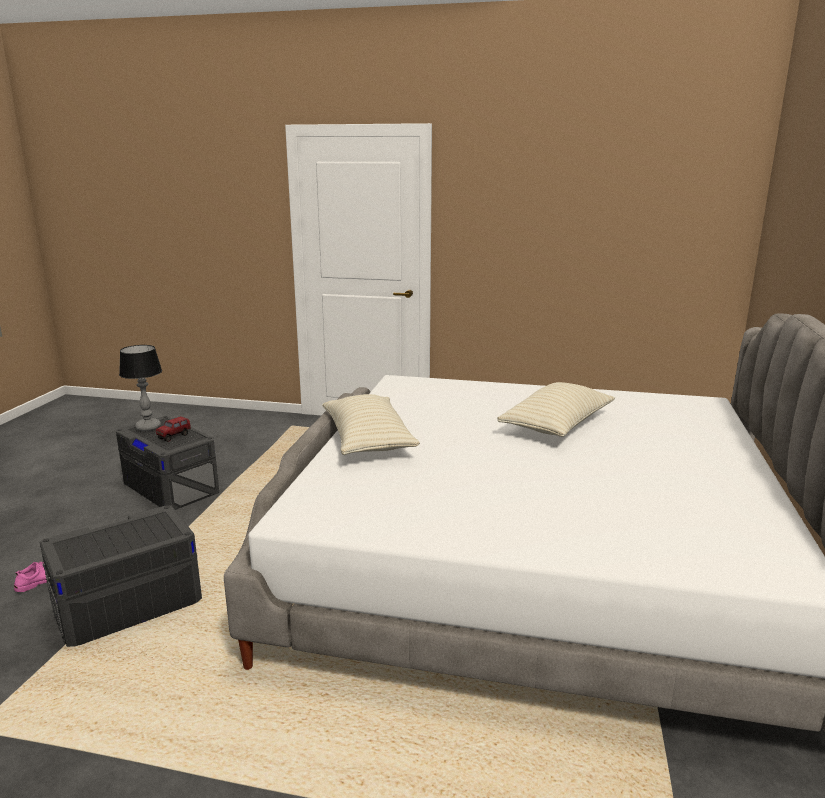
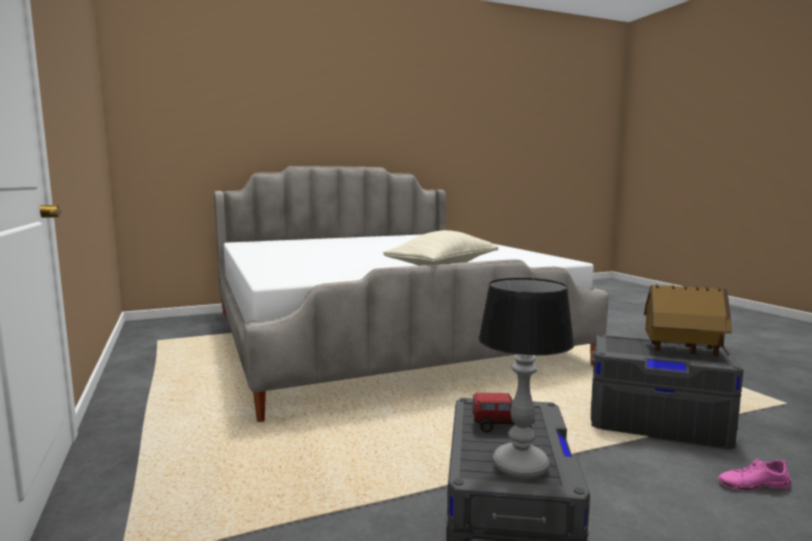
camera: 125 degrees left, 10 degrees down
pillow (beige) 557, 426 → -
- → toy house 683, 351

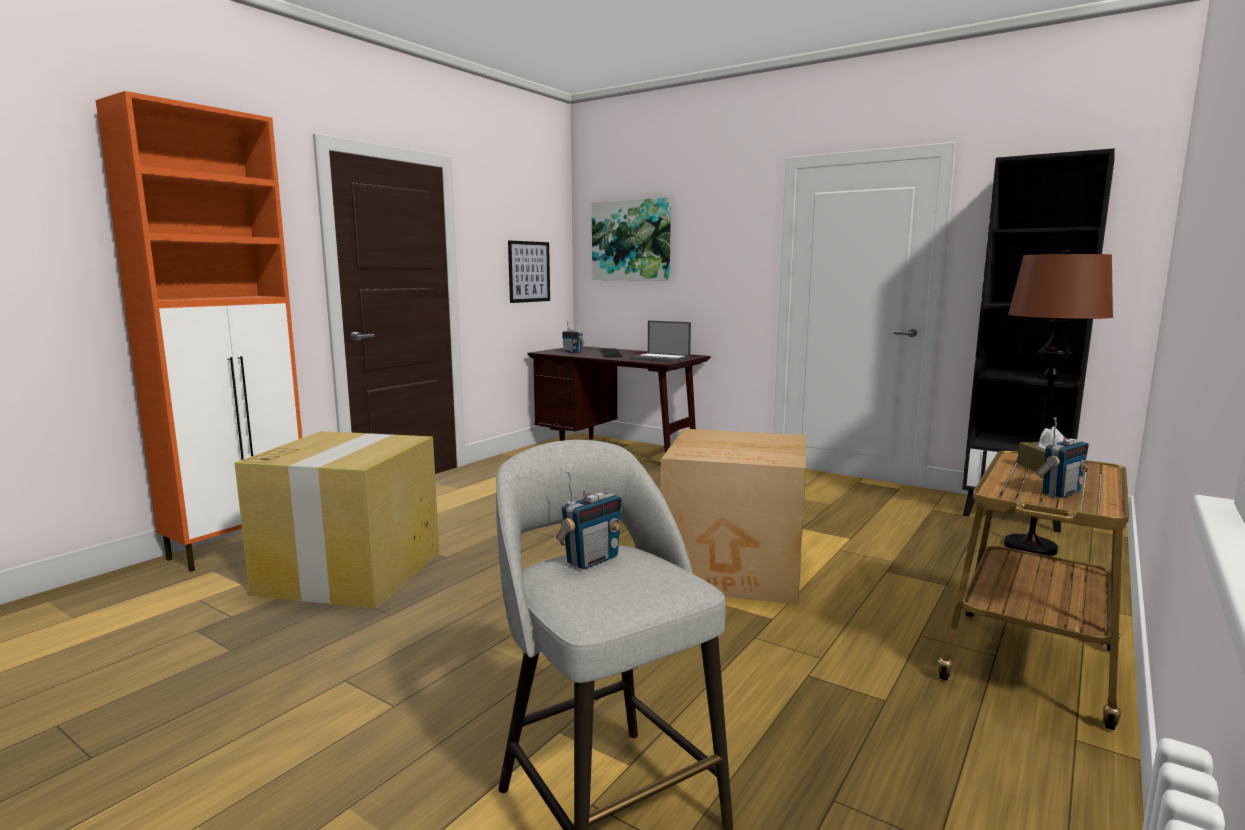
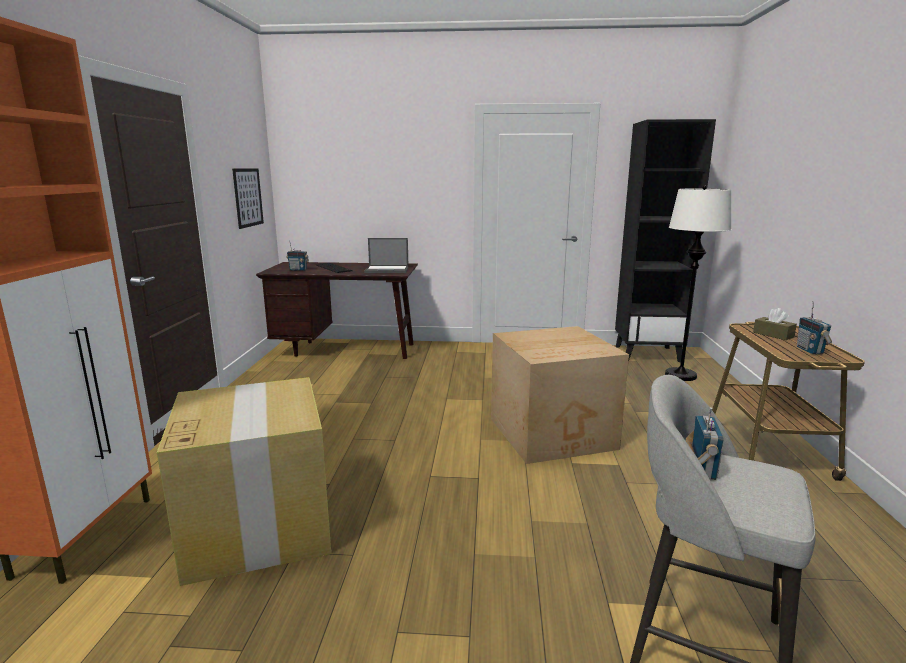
camera: 30 degrees left, 5 degrees up
picture 631, 240 → -
floor lamp (brown) 1030, 547 → floor lamp (white) 681, 375
radio 1059, 493 → radio 810, 350, 150 degrees clockwise

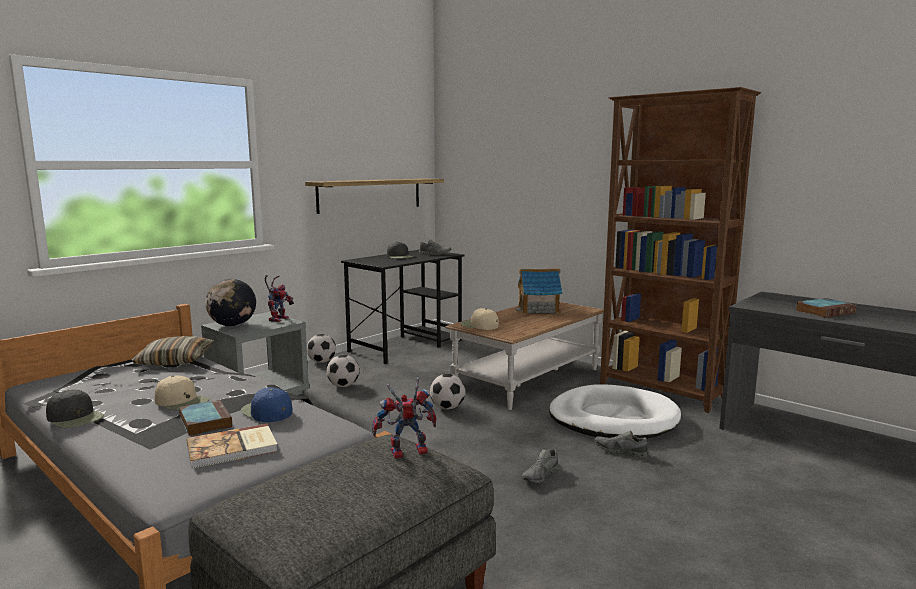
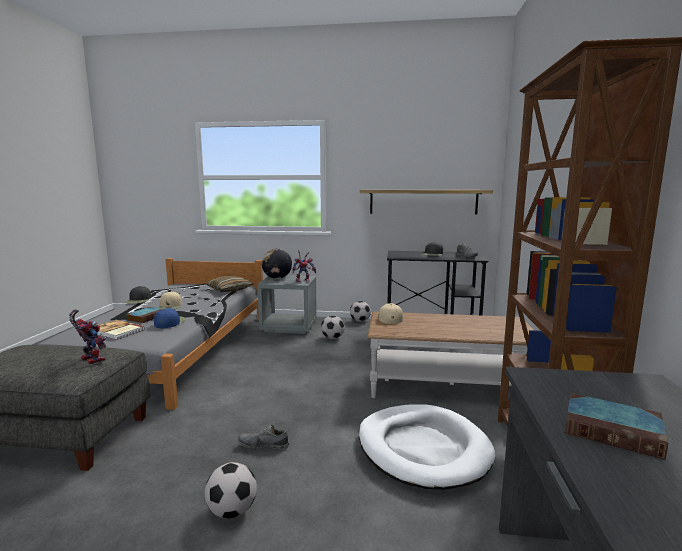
camera: 55 degrees right, 0 degrees up
toy house 538, 309 → -
shoe (grey) 620, 451 → -
football 447, 408 → football 232, 511, moved

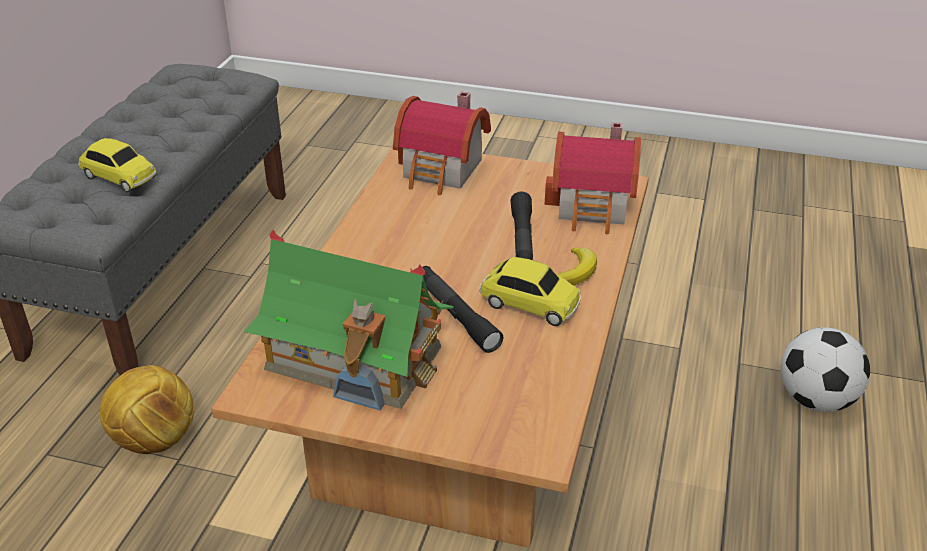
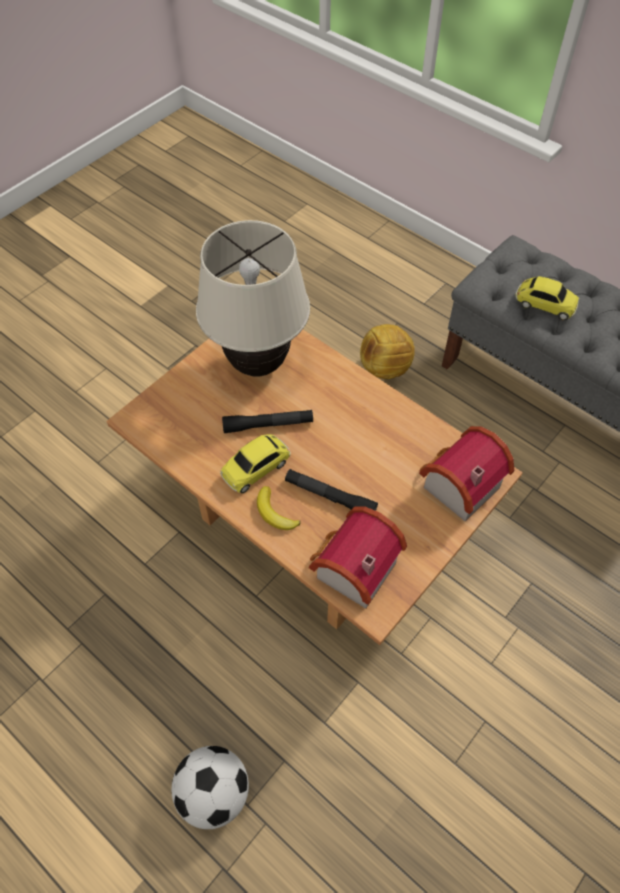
camera: 115 degrees right, 20 degrees up
toy house 355, 358 → table lamp (beige) 258, 364
toy car 119, 177 → toy car 544, 305, 120 degrees counterclockwise

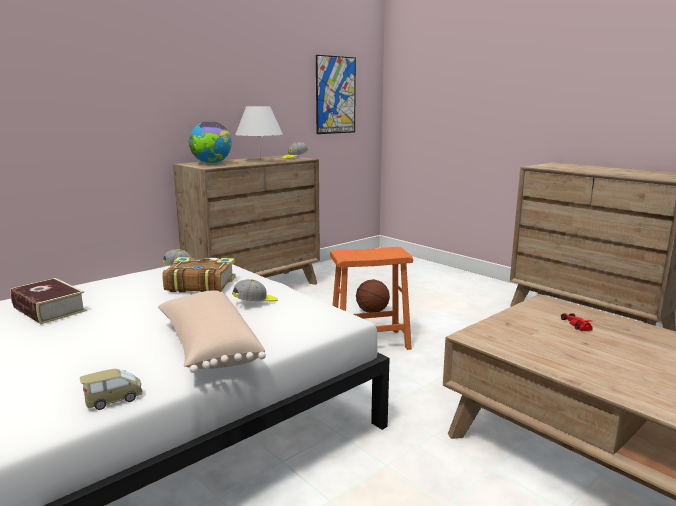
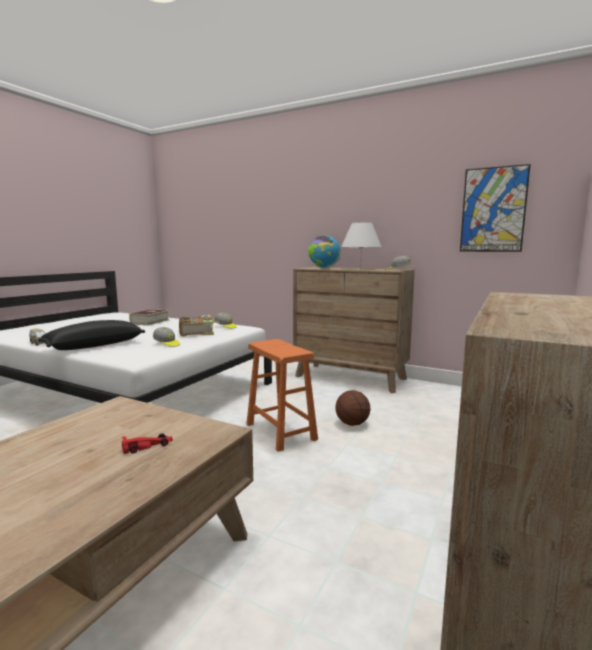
camera: 70 degrees right, 5 degrees down
pillow (beige) 208, 347 → pillow (black) 94, 346

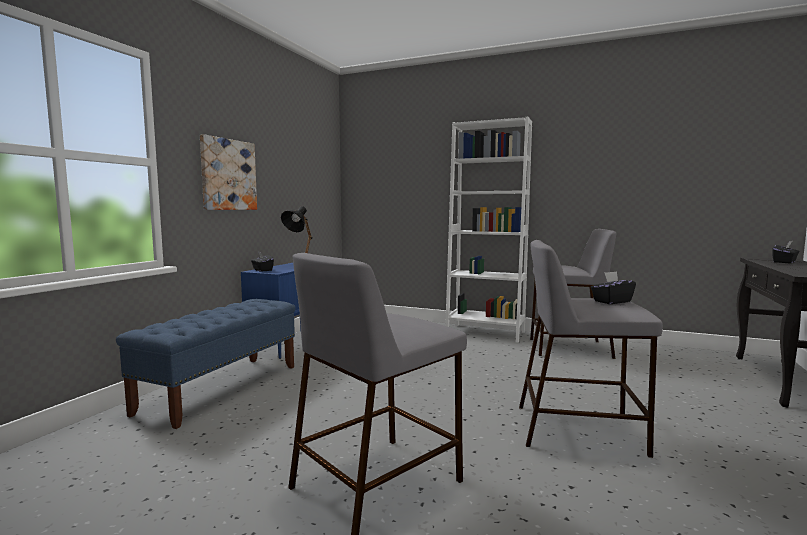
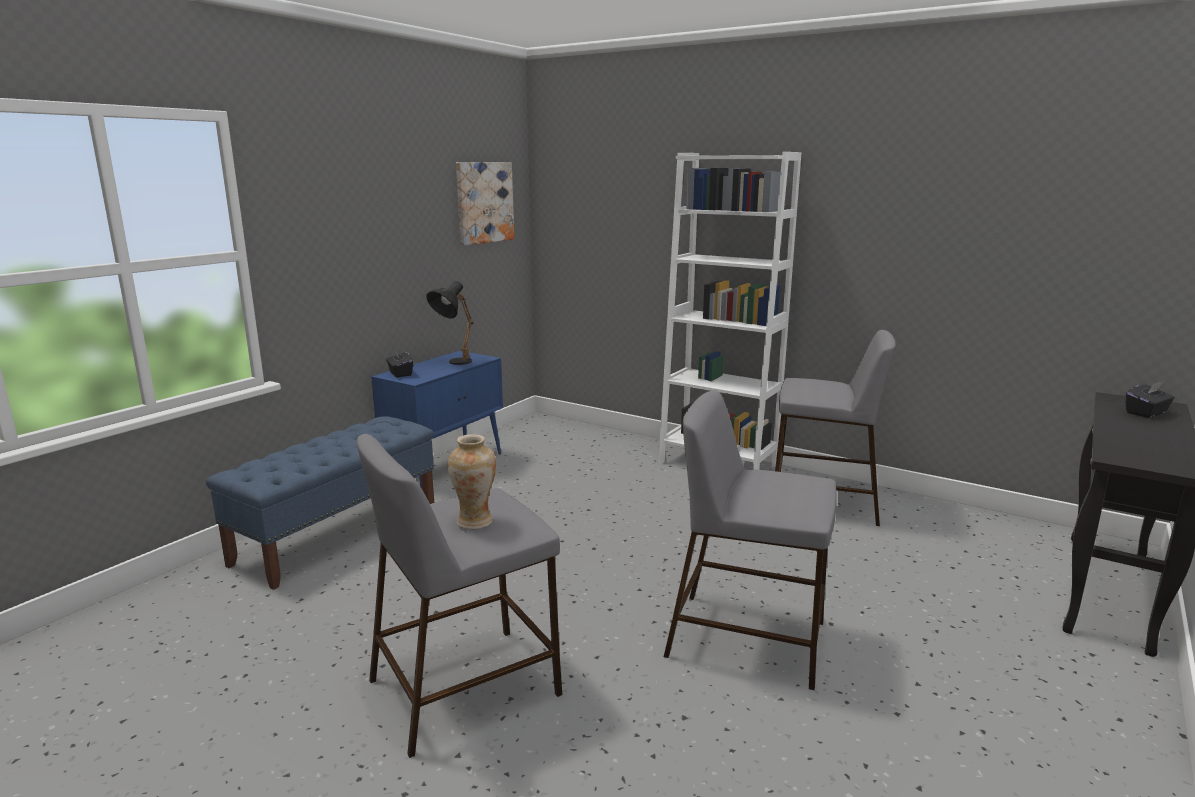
camera: 10 degrees right, 10 degrees up
tissue box (black) 611, 301 → -
- → vase 474, 521
picture 228, 175 → picture 484, 202, moved

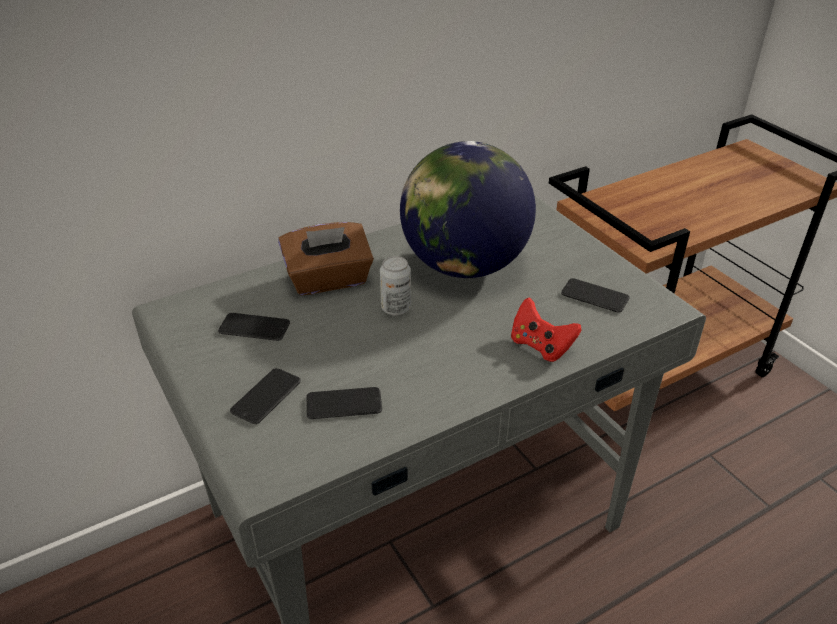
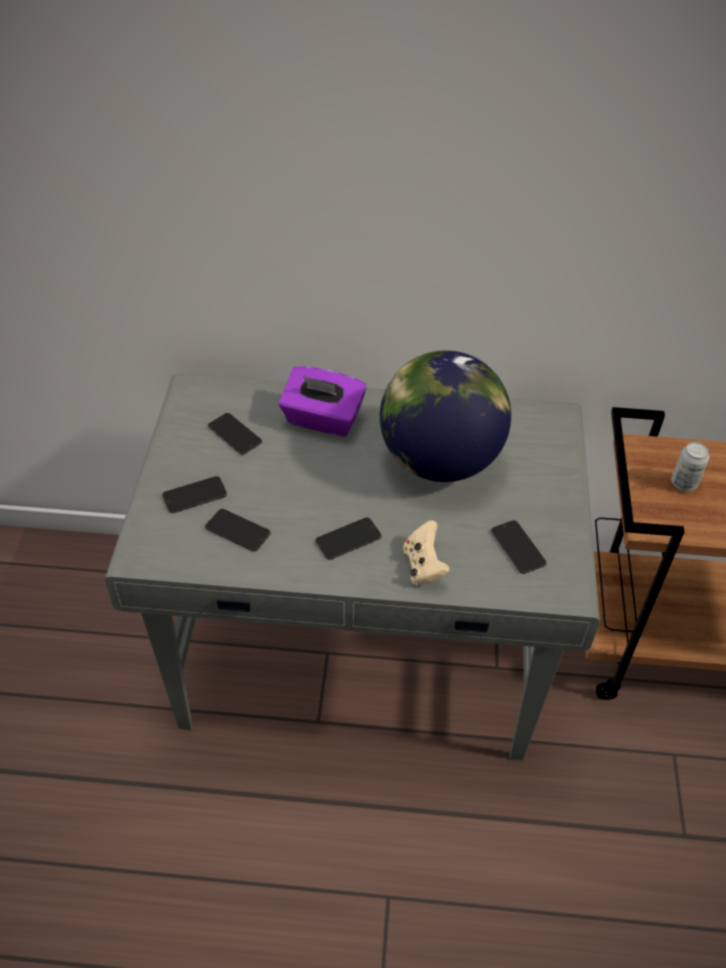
camera: 35 degrees right, 10 degrees up
- → phone 348, 539
can 396, 308 → can 684, 483, moved
tissue box (brown) 328, 280 → tissue box (purple) 322, 419
game controller (red) 540, 346 → game controller (beige) 423, 566

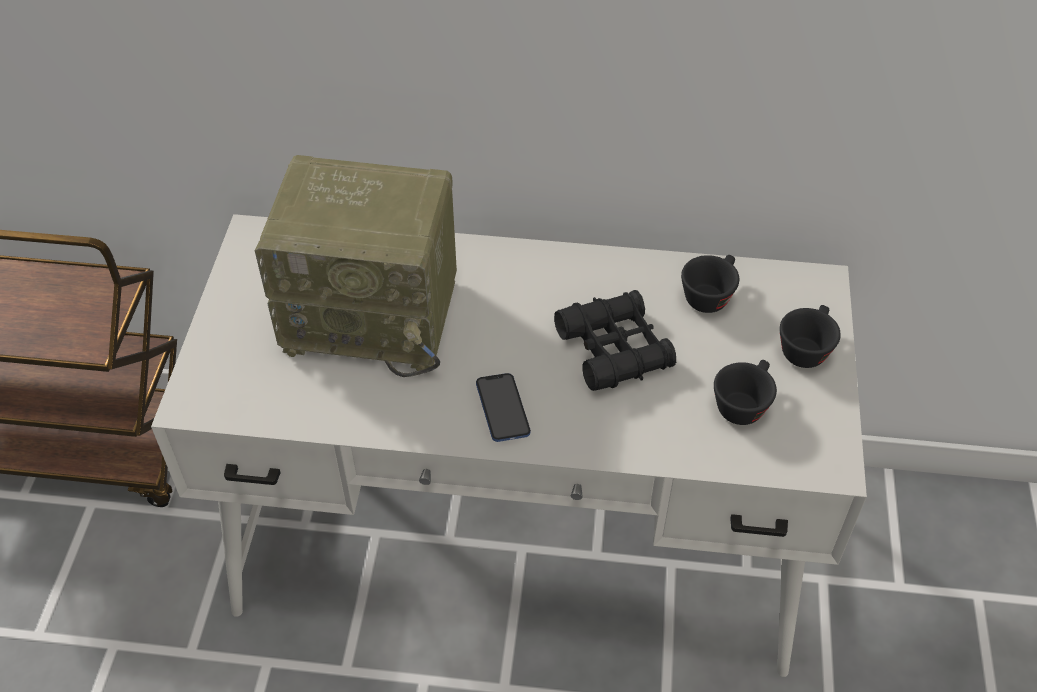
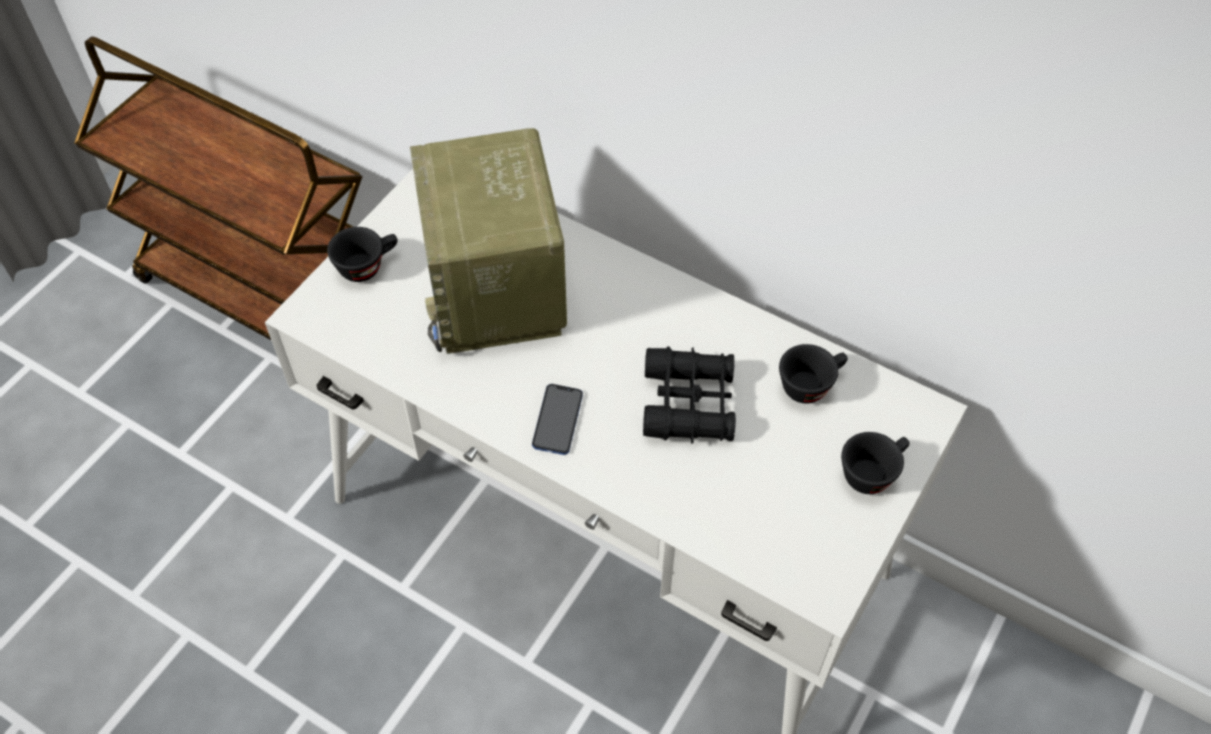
camera: 25 degrees right, 5 degrees up
cup (black) 743, 403 → cup (black) 367, 265, moved
radio 375, 314 → radio 497, 290, 45 degrees clockwise

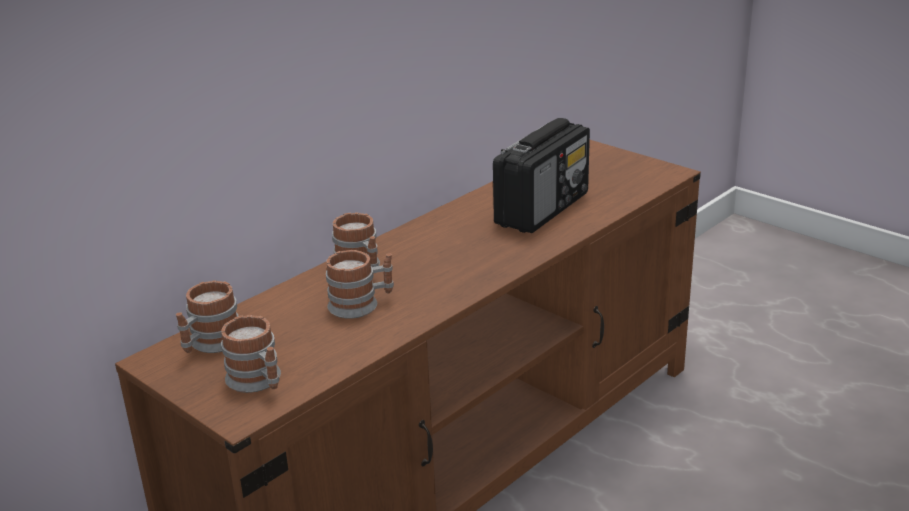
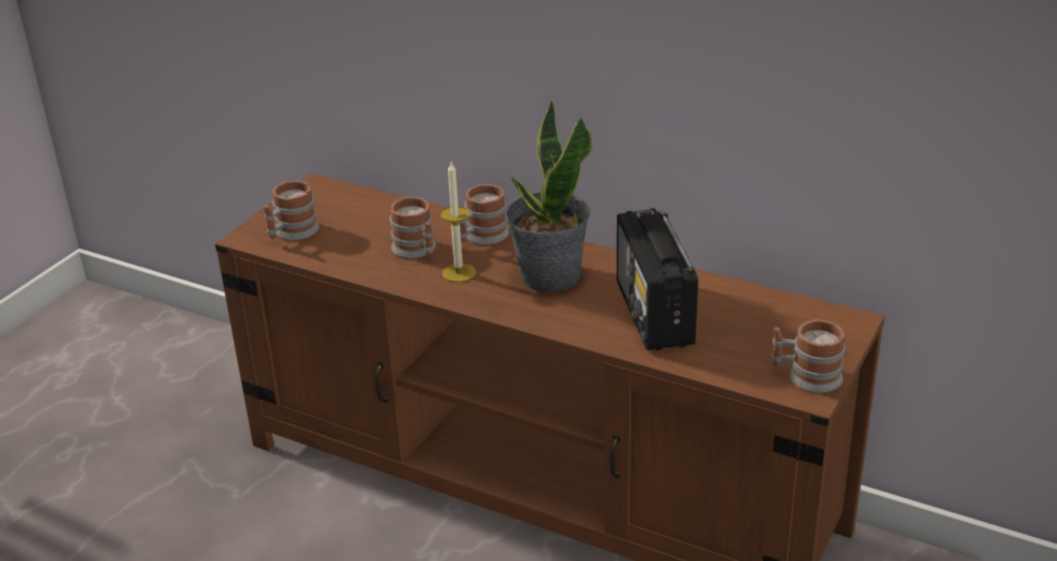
camera: 75 degrees right, 5 degrees up
- → candle 459, 272
- → potted plant 549, 276
mug 210, 344 → mug 806, 376, moved
radio 543, 208 → radio 654, 314, 60 degrees clockwise

